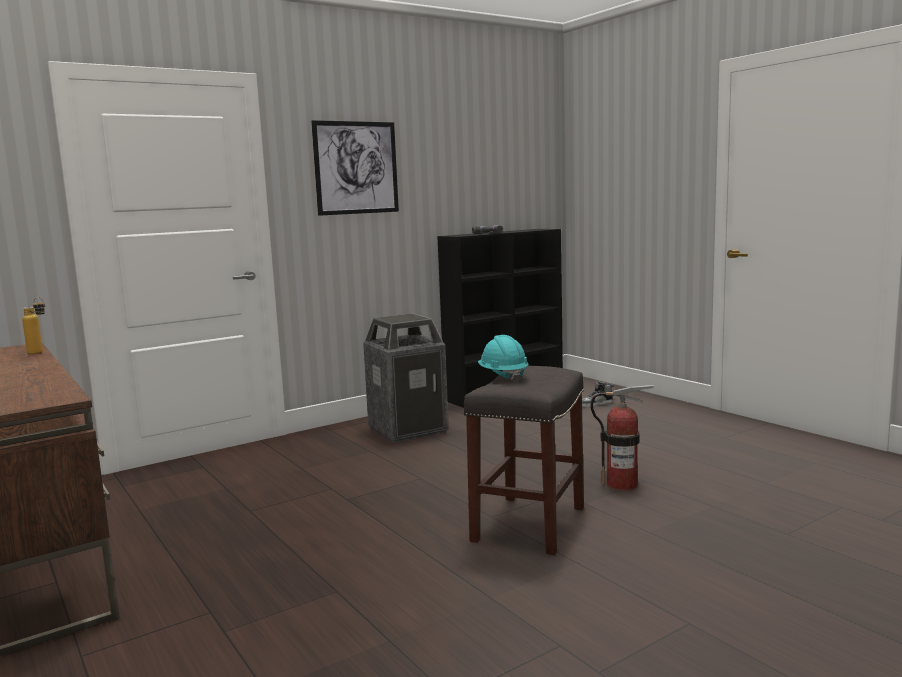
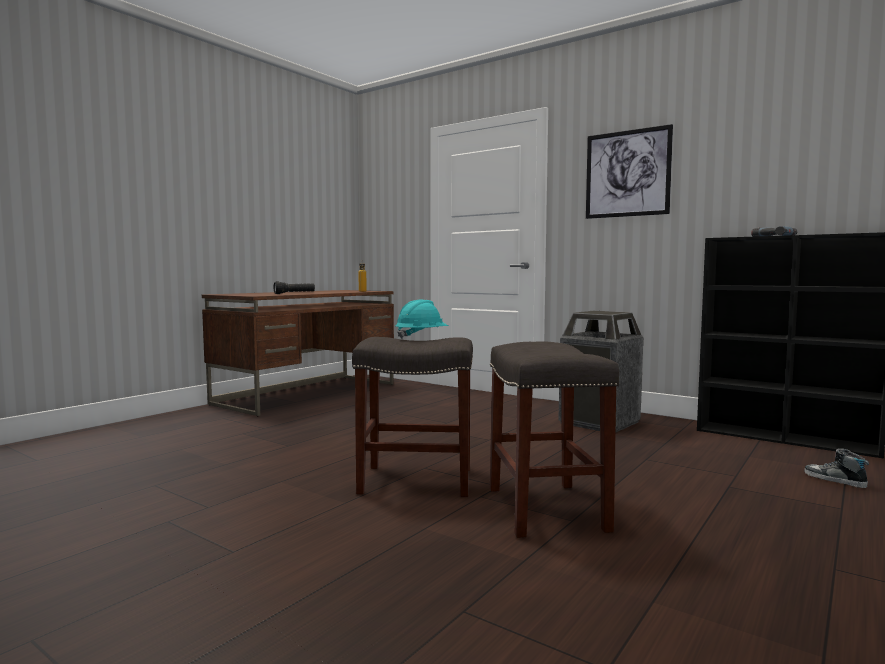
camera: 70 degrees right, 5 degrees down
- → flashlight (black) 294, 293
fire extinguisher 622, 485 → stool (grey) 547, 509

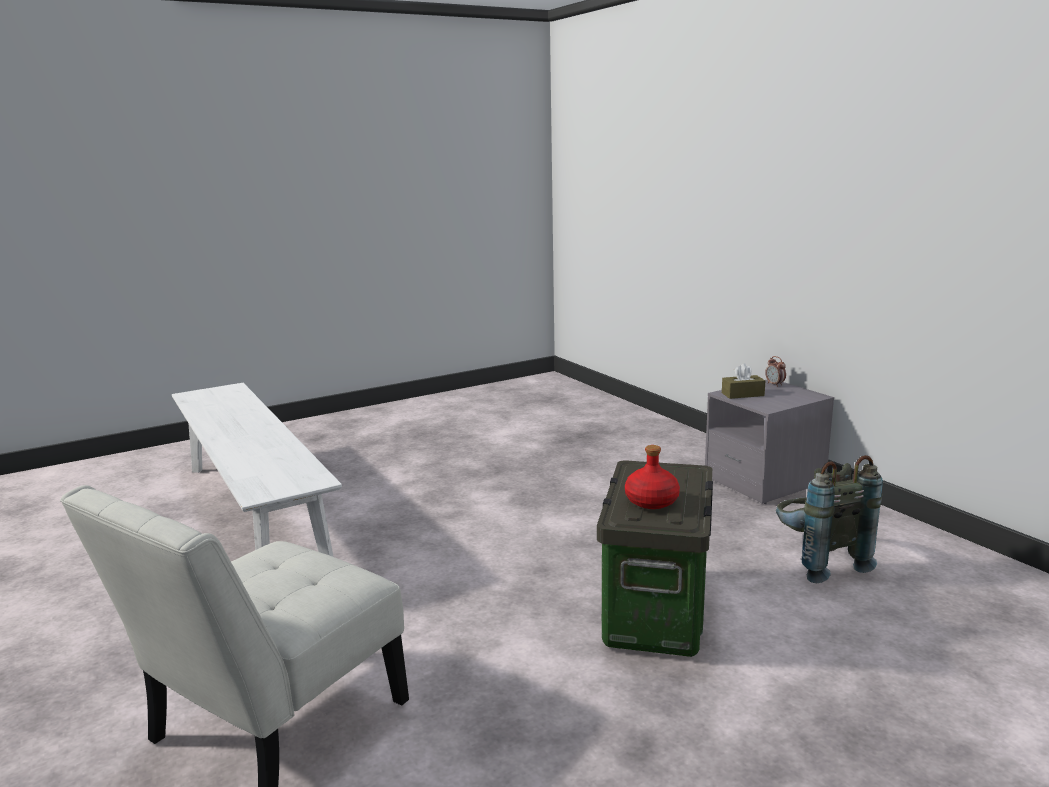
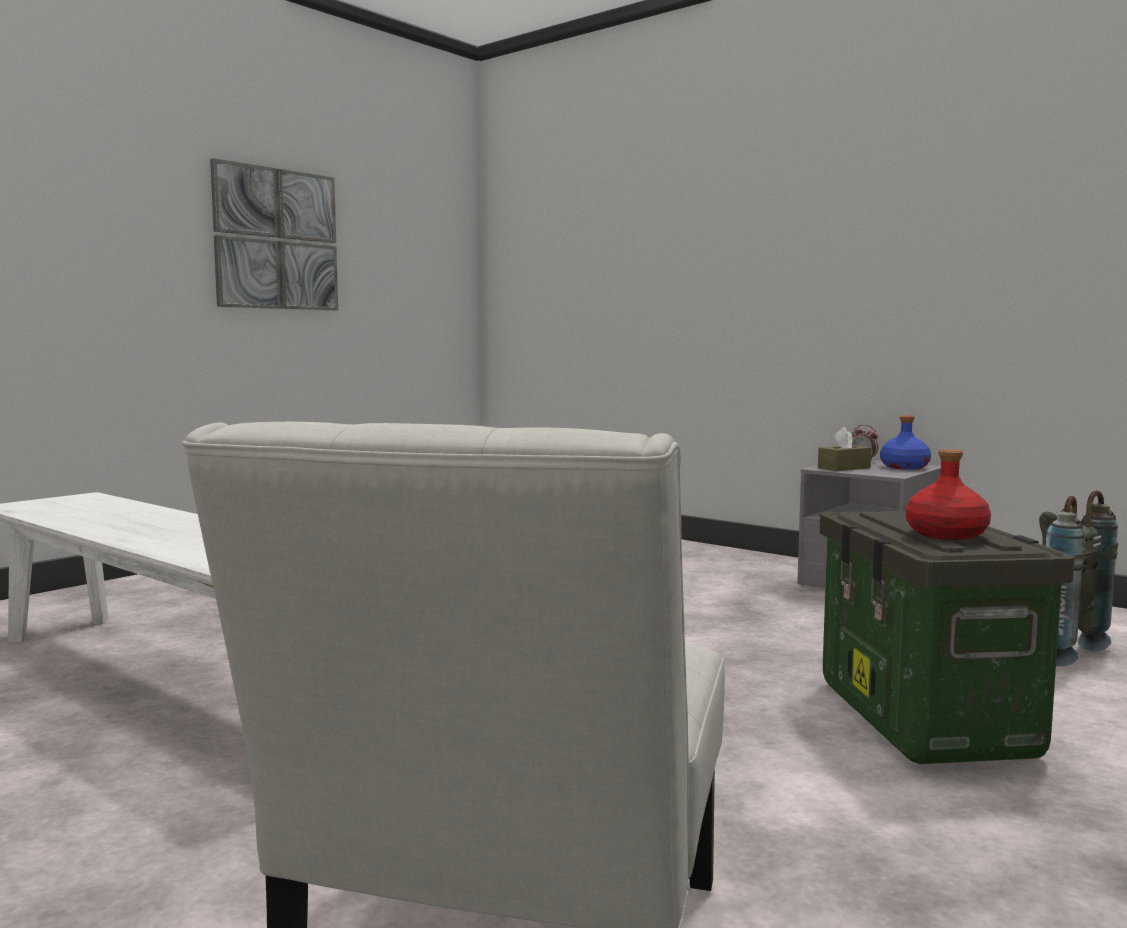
camera: 20 degrees left, 10 degrees down
- → picture 276, 239
- → bottle (blue) 904, 467

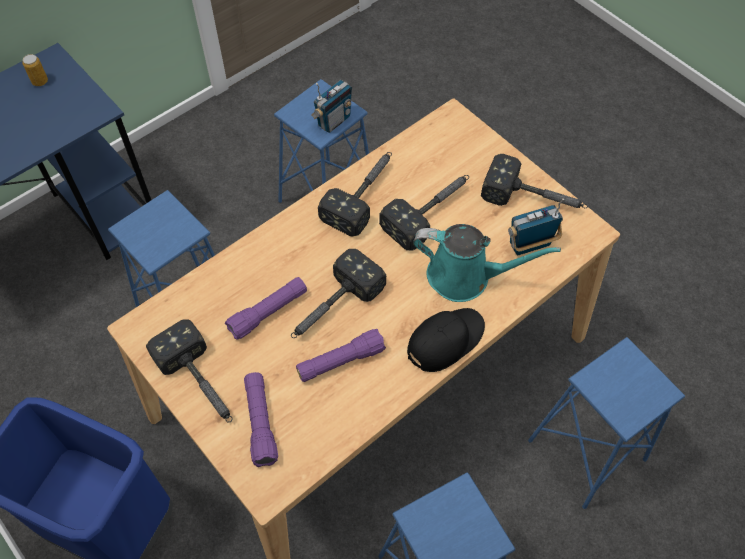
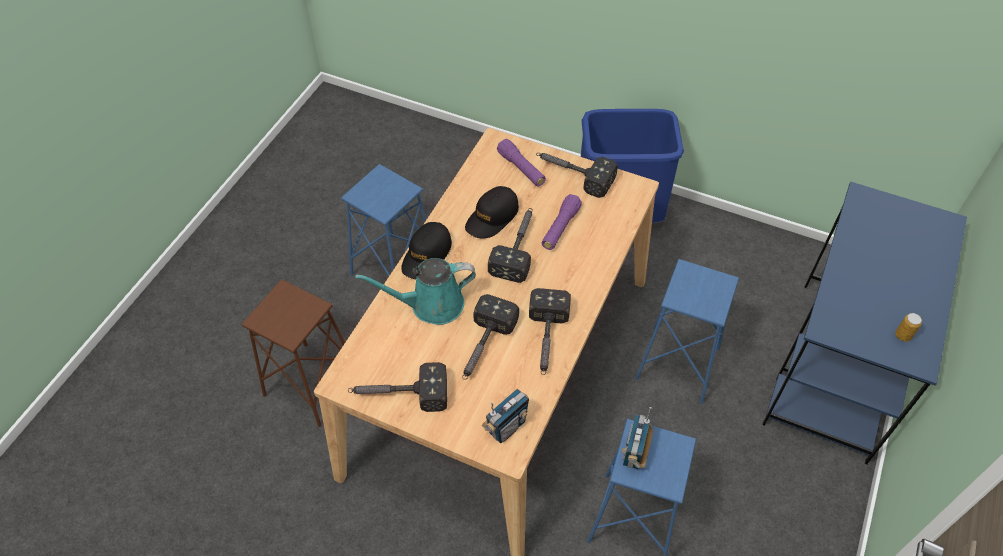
camera: 155 degrees right, 5 degrees down
radio 530, 245 → radio 506, 427, moved
flashlight (purple) 340, 361 → cap (black) 492, 217
stool (blue) 586, 451 → stool (brown) 312, 384

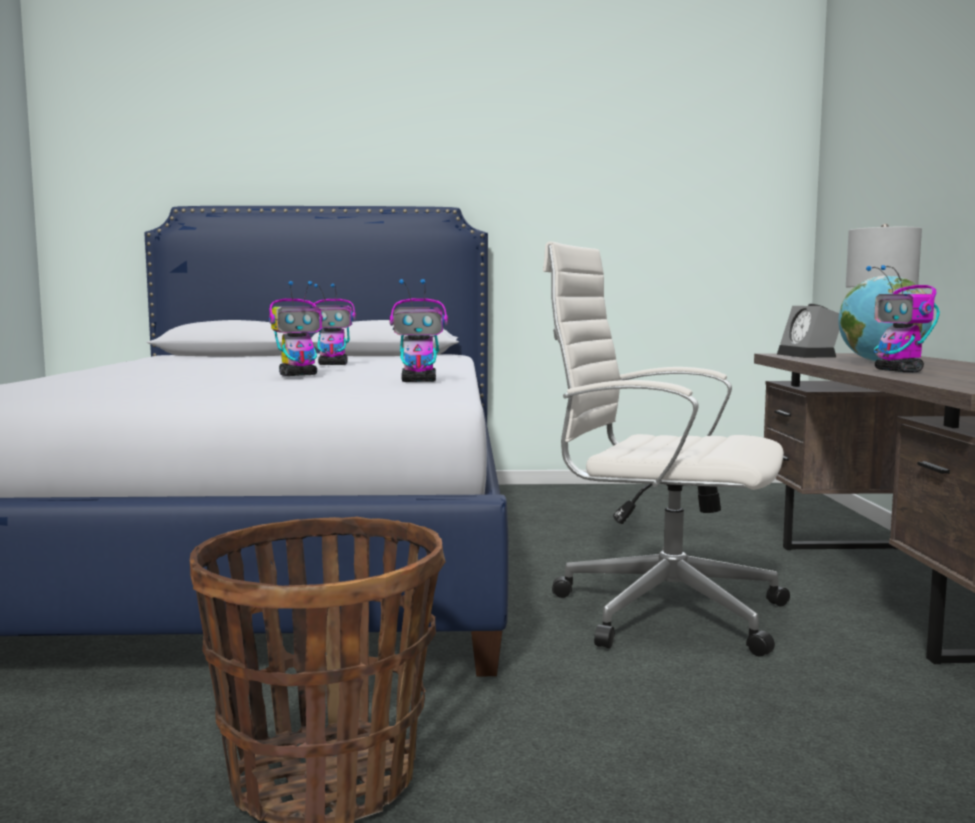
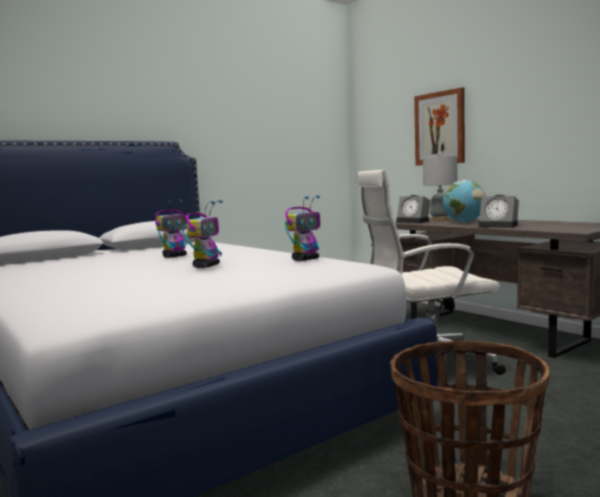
camera: 35 degrees left, 0 degrees up
- → picture 440, 128
toy robot 899, 371 → alarm clock 499, 226

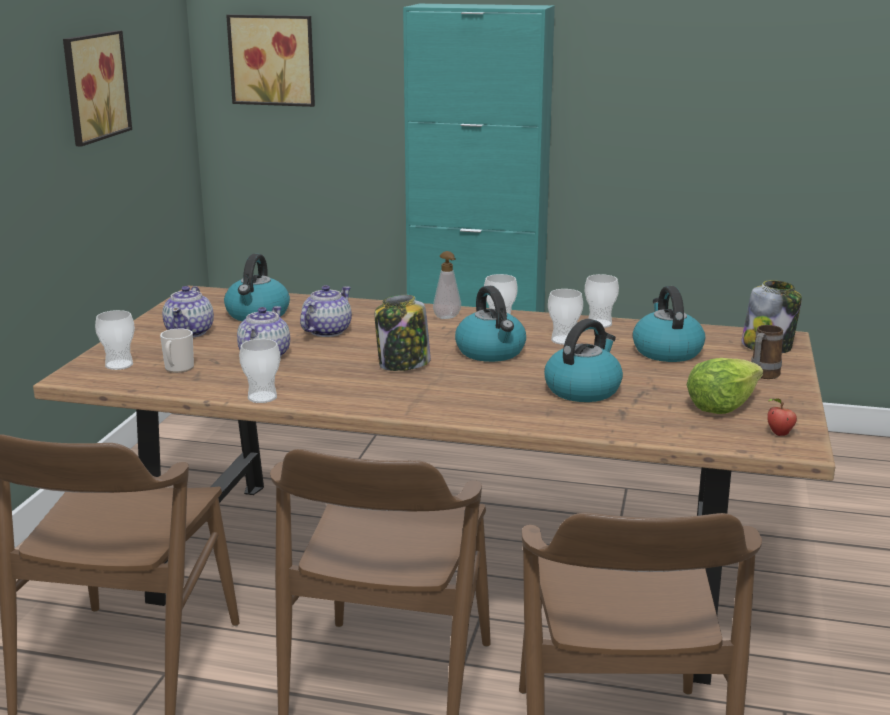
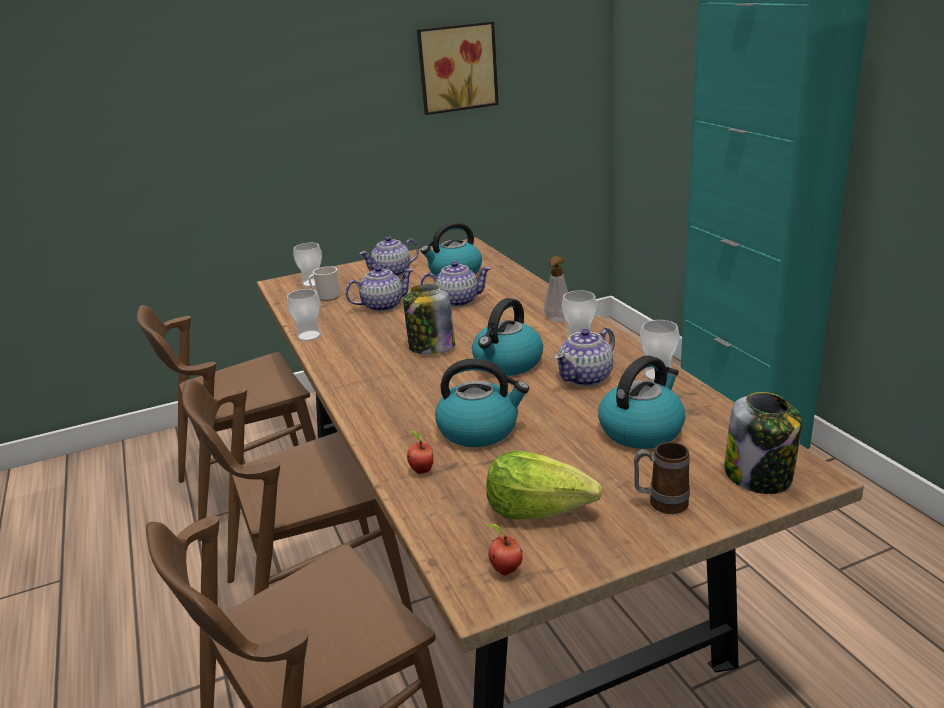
camera: 55 degrees right, 5 degrees up
picture 273, 60 → -
- → apple 421, 470
cup 564, 340 → teapot 586, 377

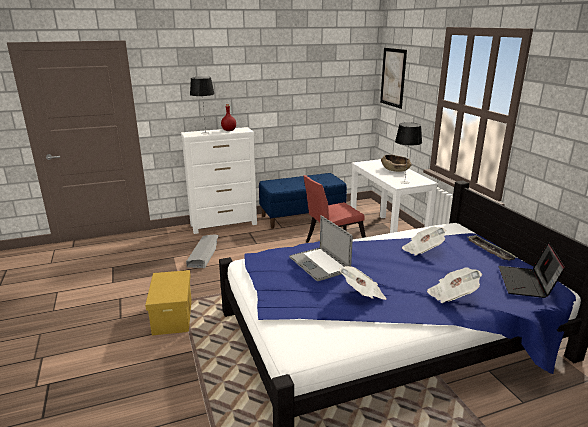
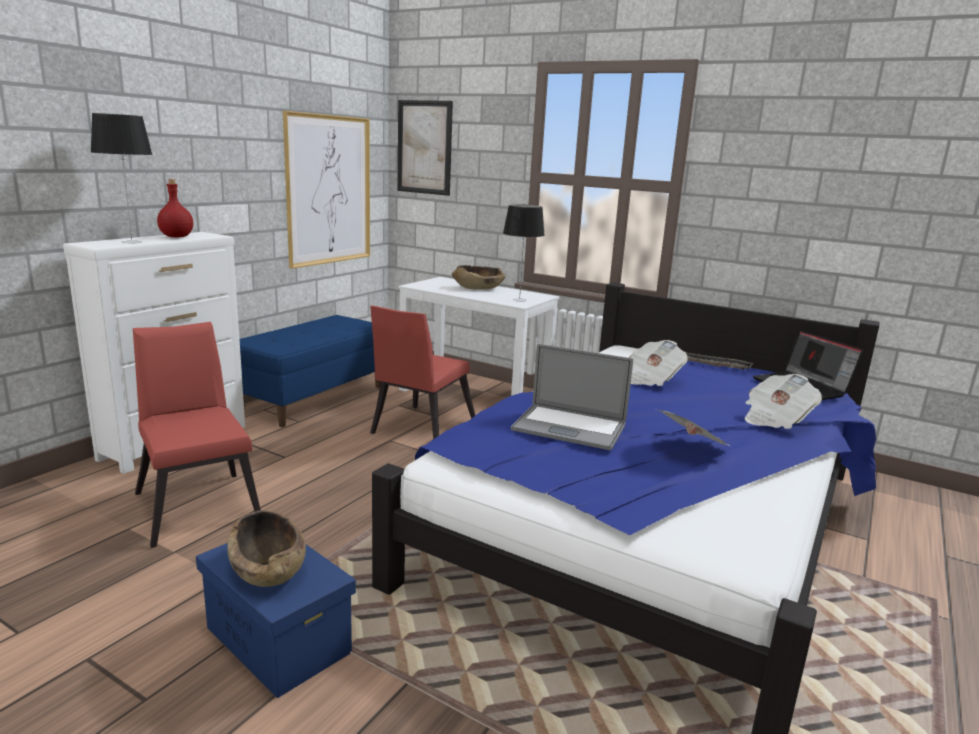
camera: 40 degrees left, 5 degrees down
- → bowl (brown) 268, 569
- → picture 329, 190
storage box (grey) 204, 254 → chair (red) 198, 502
storage box (yellow) 172, 316 → storage box (blue) 276, 639

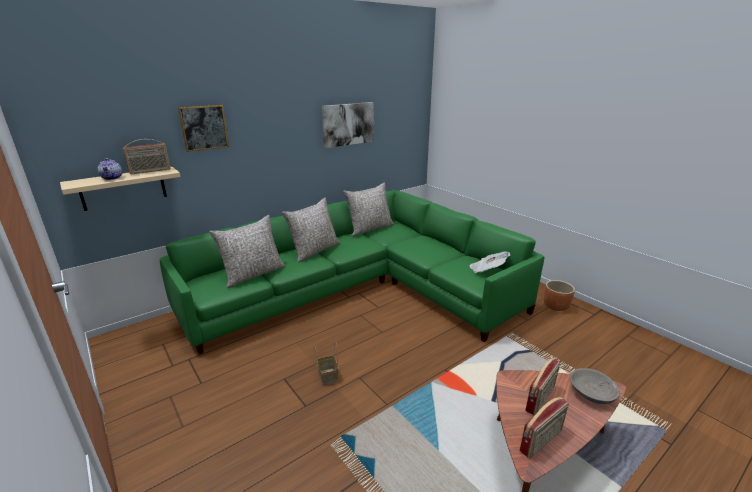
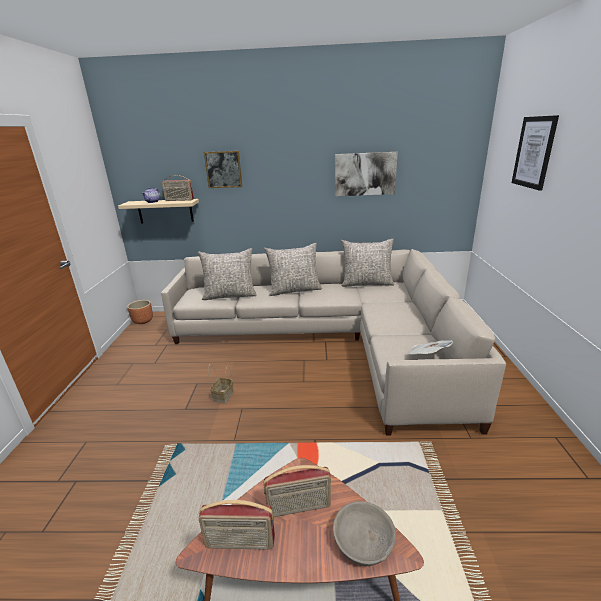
camera: 40 degrees right, 0 degrees up
- → picture 534, 152
planter (brown) 556, 306 → planter (brown) 142, 321, moved
sofa (green) 361, 289 → sofa (beige) 331, 339

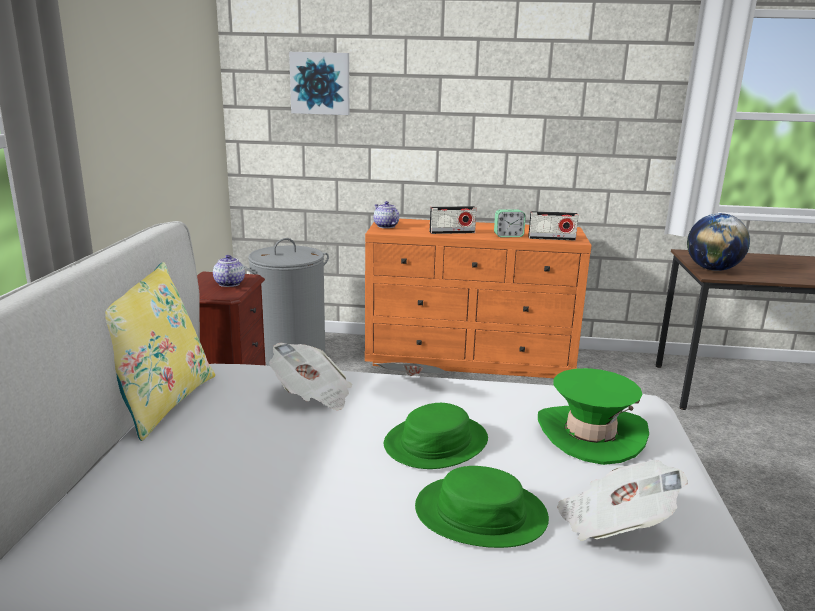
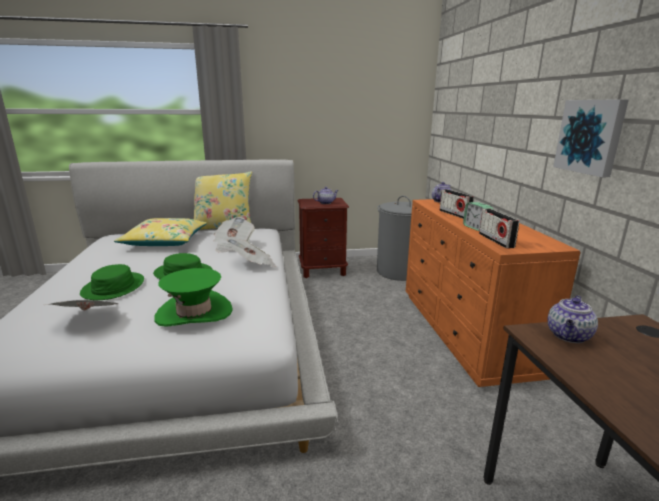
camera: 75 degrees right, 0 degrees up
- → pillow (yellow) 165, 241
picture 320, 83 → picture 590, 136, moved
globe 712, 269 → teapot 569, 336

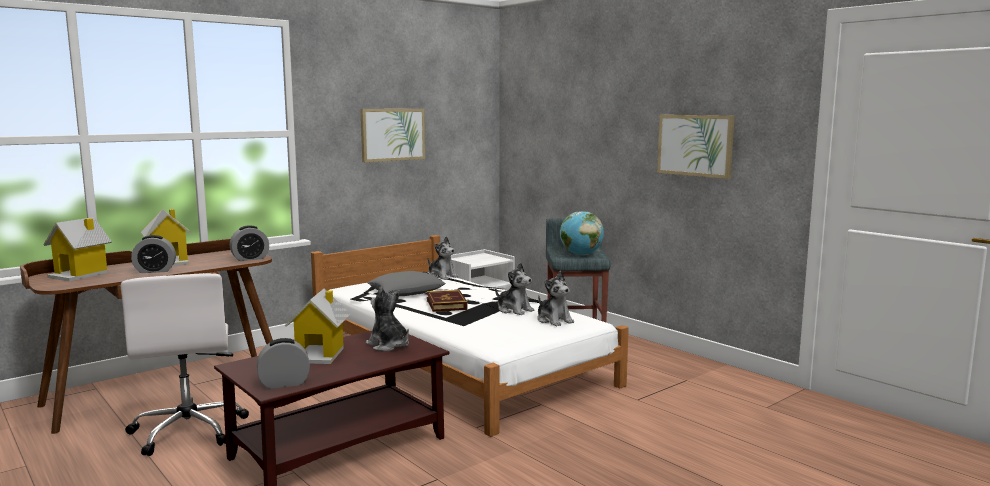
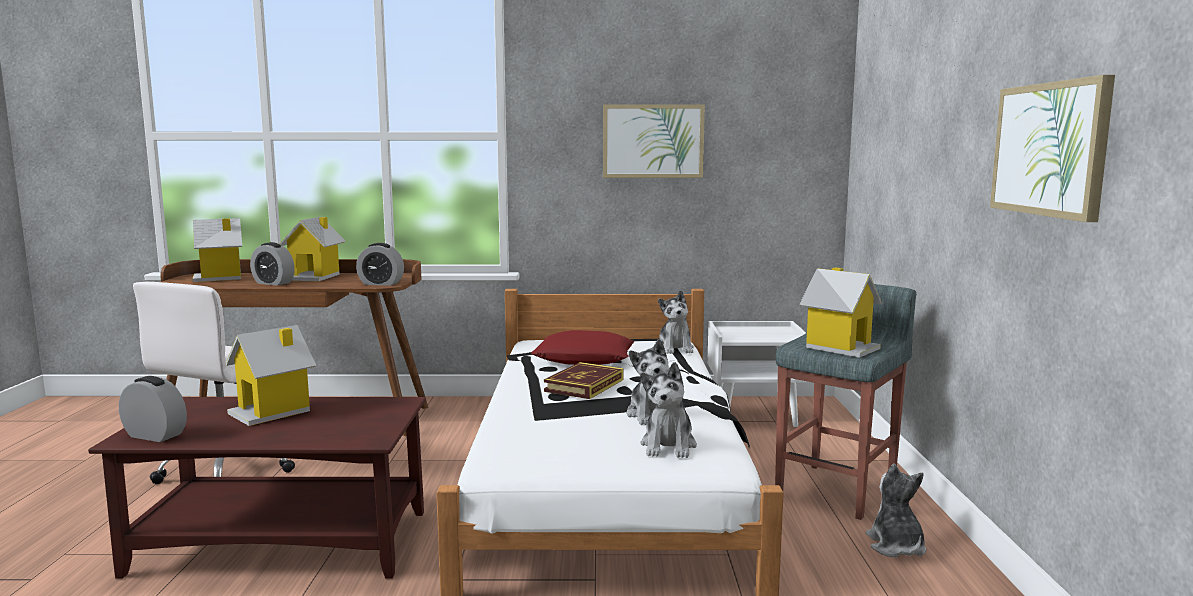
camera: 40 degrees right, 0 degrees up
plush toy 388, 345 → plush toy 896, 547, moved
globe 581, 254 → toy house 840, 347
pillow (grey) 406, 291 → pillow (red) 584, 358

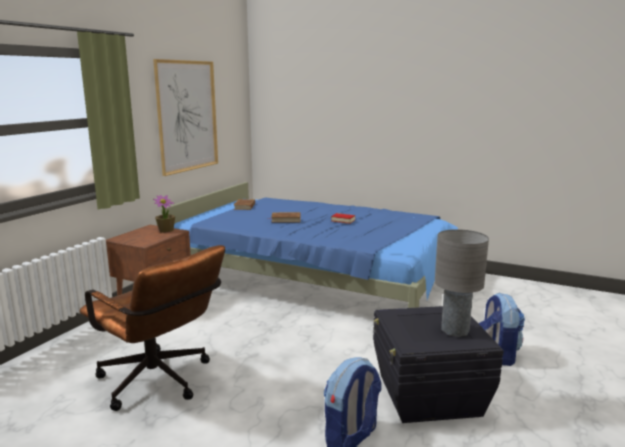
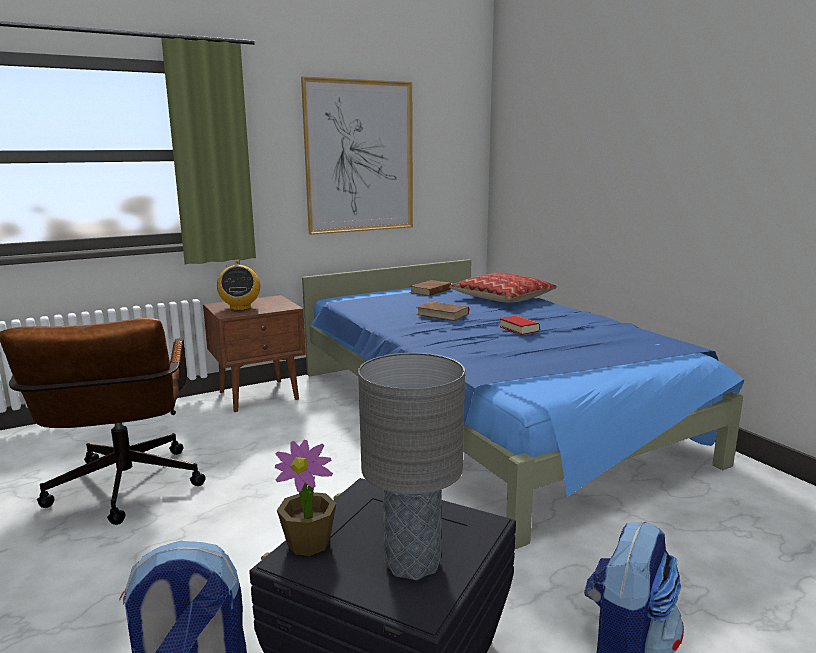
camera: 35 degrees right, 0 degrees up
- → radio 240, 308
- → pillow 502, 298
potted plant 166, 230 → potted plant 309, 543, moved

